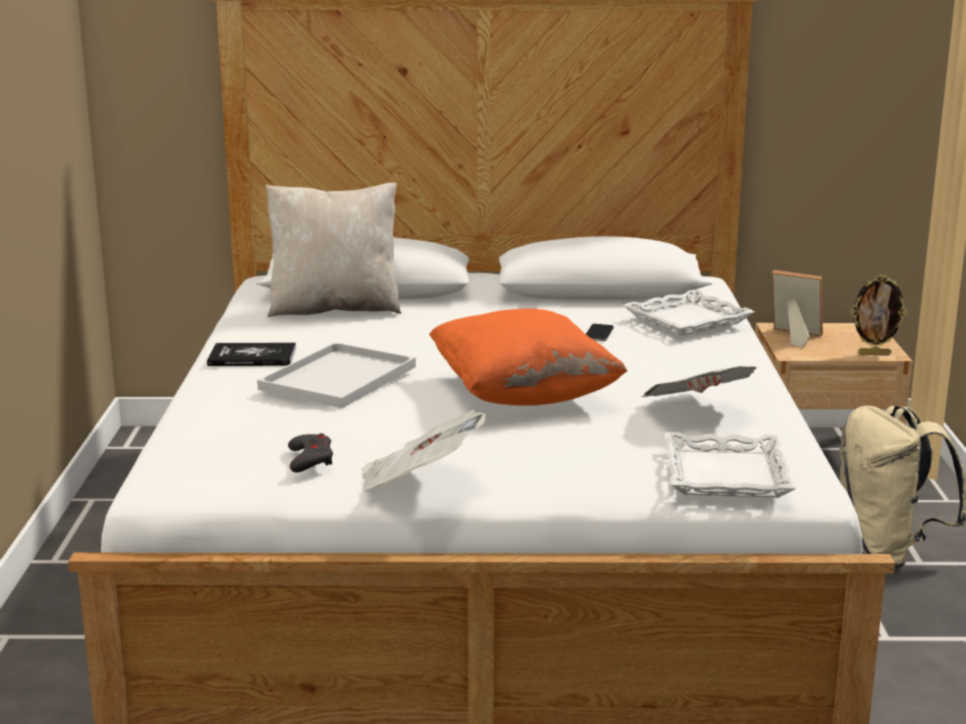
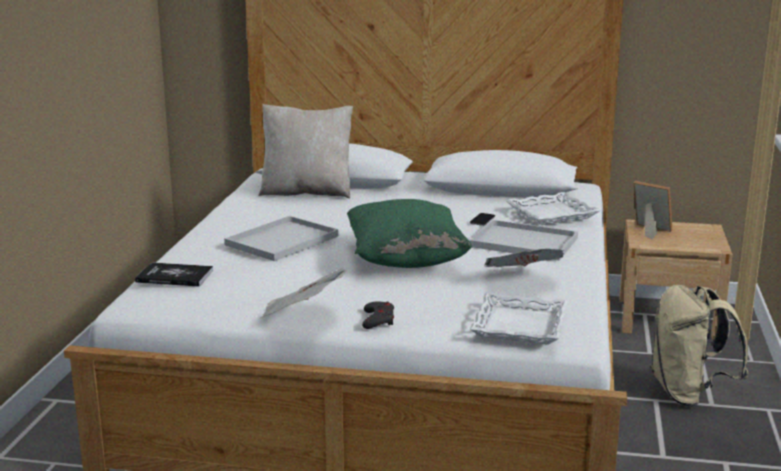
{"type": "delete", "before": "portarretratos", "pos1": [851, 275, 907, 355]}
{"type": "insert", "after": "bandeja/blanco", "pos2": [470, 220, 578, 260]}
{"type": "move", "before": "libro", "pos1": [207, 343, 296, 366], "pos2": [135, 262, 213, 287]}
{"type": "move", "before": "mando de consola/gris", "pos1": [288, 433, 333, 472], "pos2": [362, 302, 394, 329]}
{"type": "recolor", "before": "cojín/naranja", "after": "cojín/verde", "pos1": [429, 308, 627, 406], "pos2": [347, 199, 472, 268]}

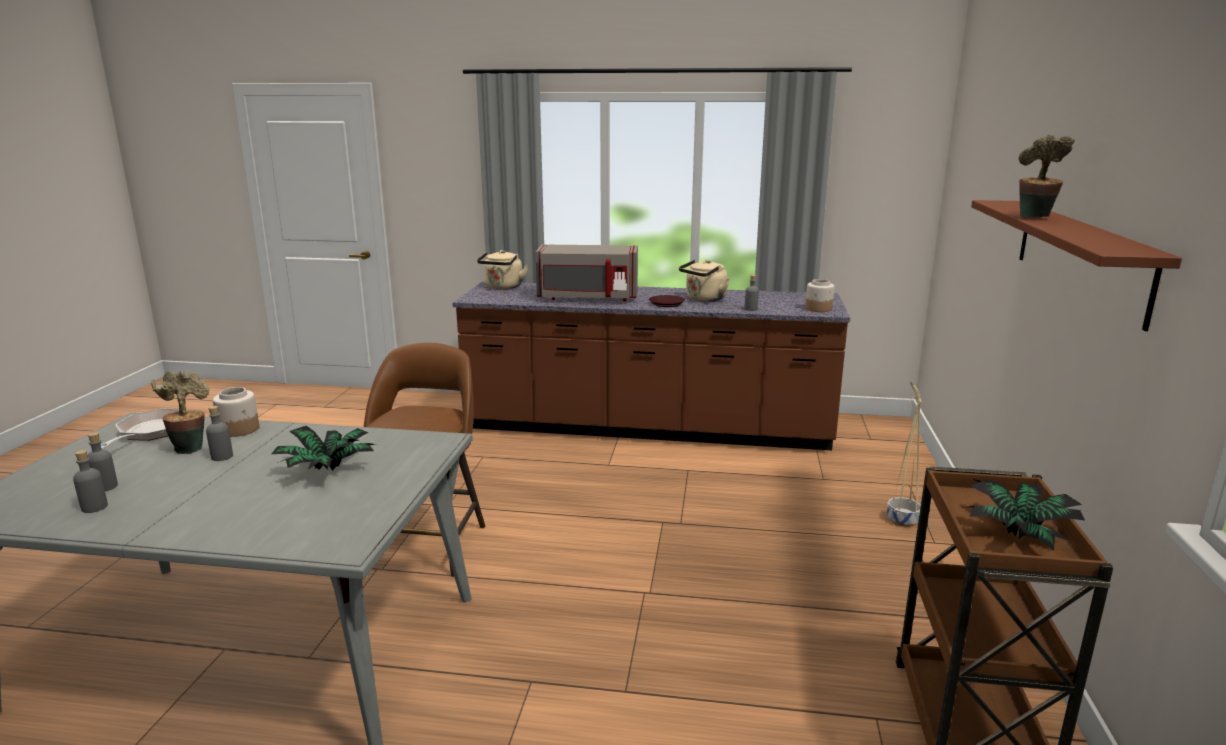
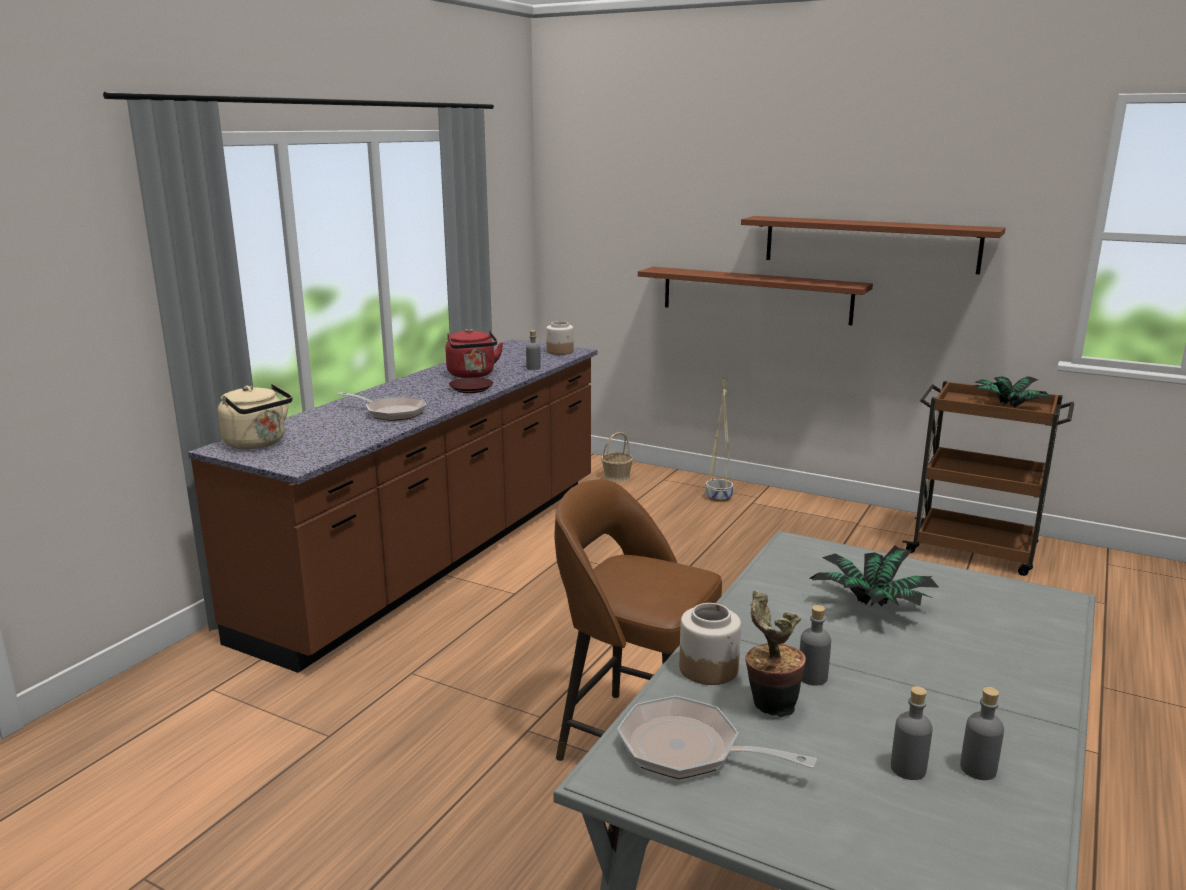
{"type": "delete", "before": "planta en maceta", "pos1": [1018, 134, 1075, 217]}
{"type": "insert", "after": "cesta", "pos2": [601, 432, 634, 482]}
{"type": "insert", "after": "estante/marrón", "pos2": [638, 267, 873, 326]}
{"type": "replace", "before": "microondas/gris", "after": "sartén", "pos1": [535, 245, 638, 301], "pos2": [337, 392, 427, 421]}
{"type": "recolor", "before": "hervidor/beis", "after": "hervidor/rojo", "pos1": [679, 260, 729, 302], "pos2": [445, 328, 503, 378]}

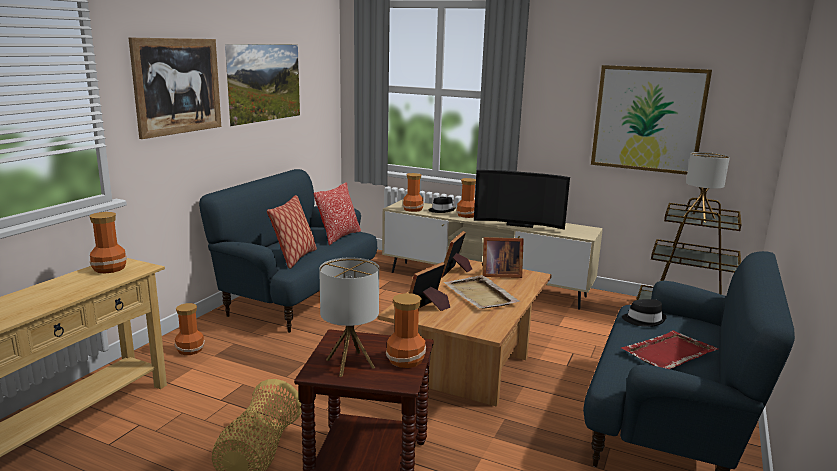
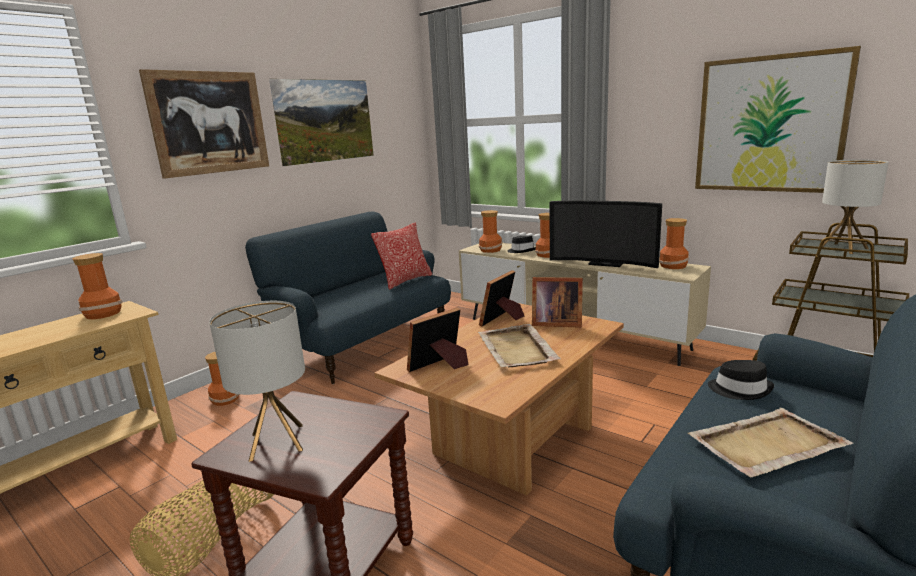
{"type": "delete", "before": "cojín", "pos1": [267, 195, 317, 269]}
{"type": "move", "before": "florero", "pos1": [386, 293, 426, 368], "pos2": [659, 218, 689, 269]}
{"type": "recolor", "before": "bandeja/rojo", "after": "bandeja/beis", "pos1": [621, 330, 718, 369], "pos2": [687, 408, 853, 478]}

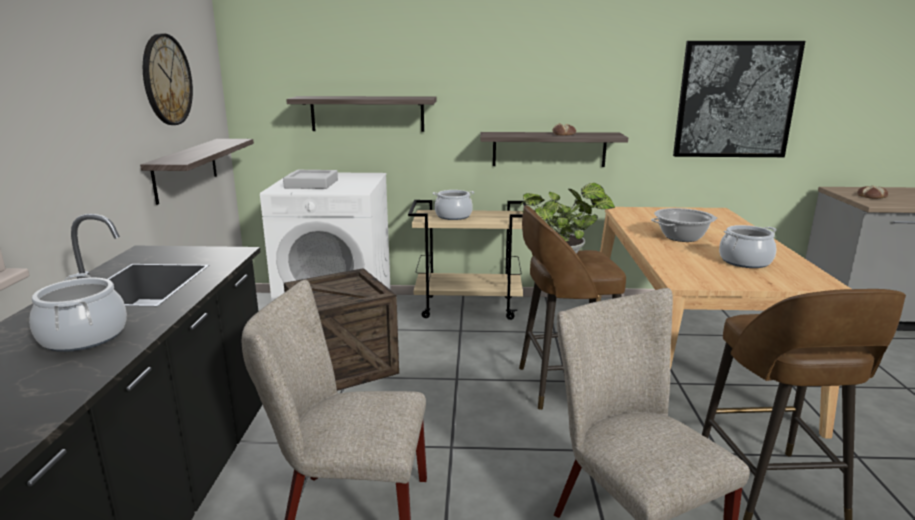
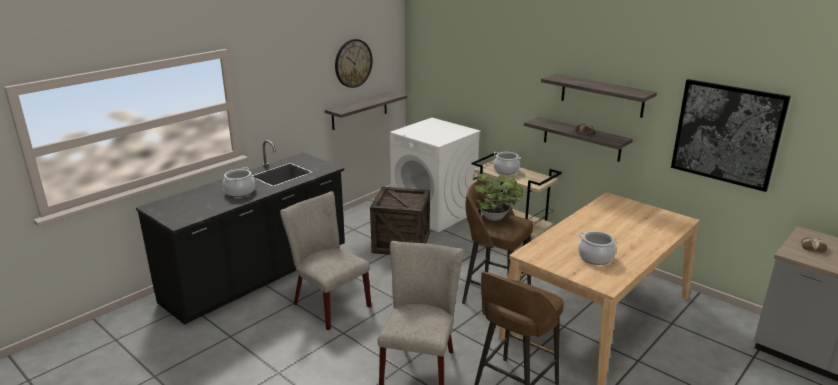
{"type": "delete", "before": "bandeja/gris", "pos1": [283, 170, 338, 189]}
{"type": "delete", "before": "olla", "pos1": [651, 208, 717, 242]}
{"type": "move", "before": "estante", "pos1": [286, 96, 437, 132], "pos2": [541, 74, 657, 118]}

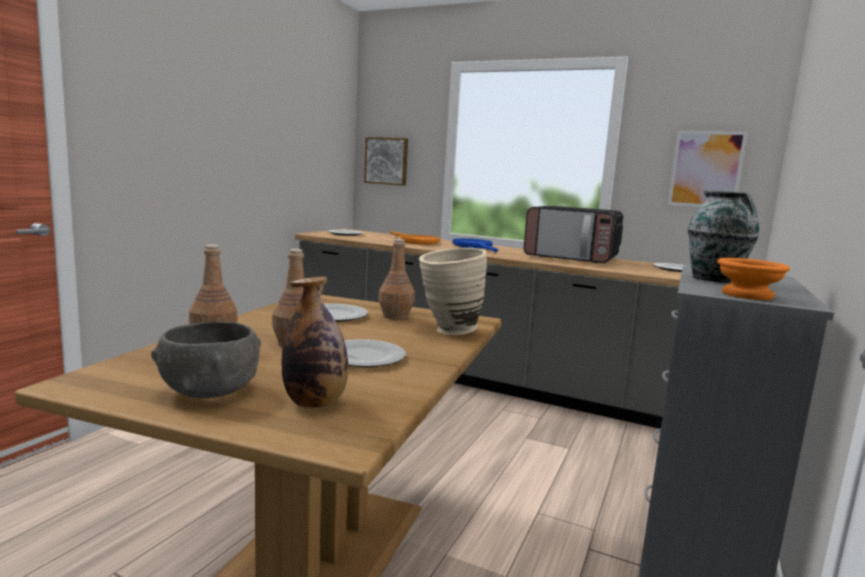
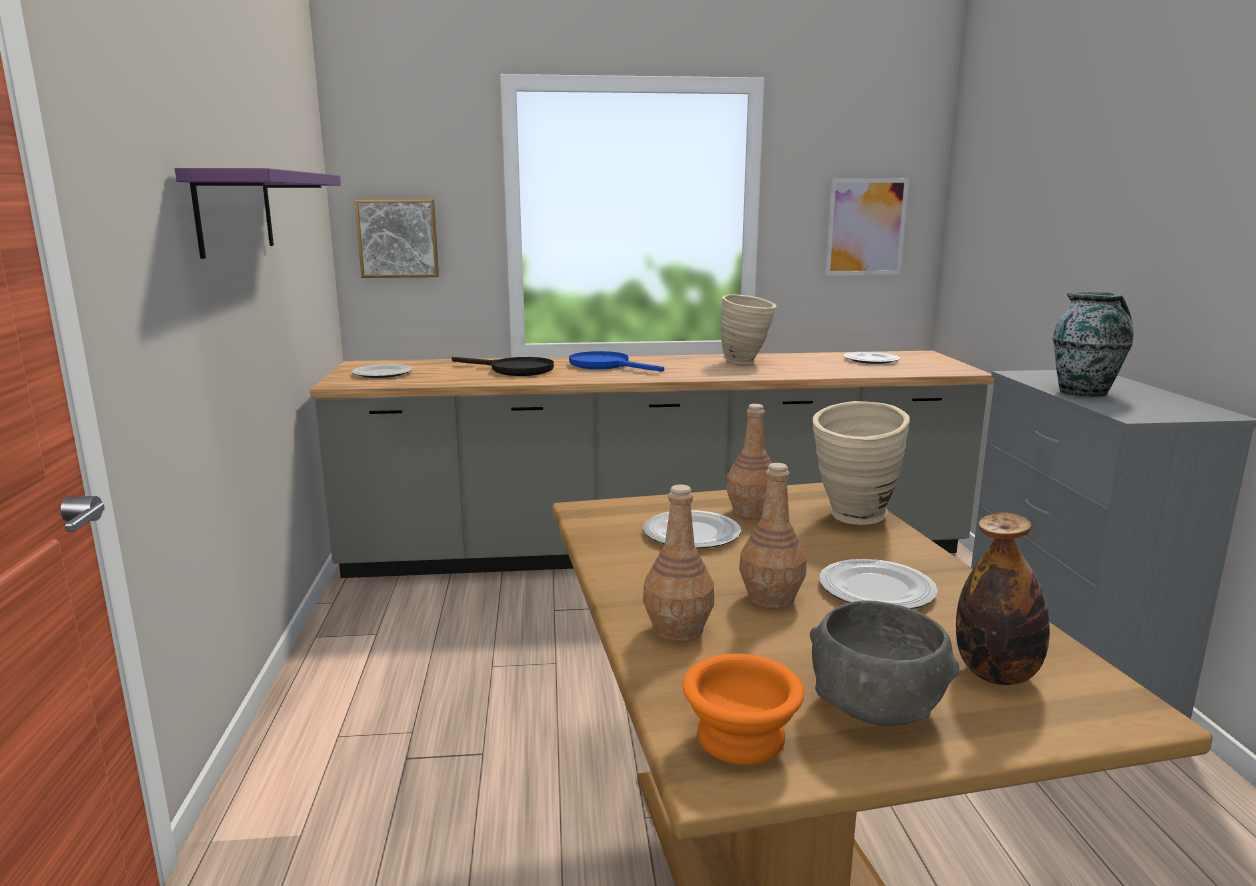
{"type": "insert", "after": "estante/morado", "pos2": [175, 168, 341, 259]}
{"type": "move", "before": "cuenco/naranja", "pos1": [717, 258, 790, 300], "pos2": [683, 654, 804, 765]}
{"type": "replace", "before": "microondas", "after": "florero/beis", "pos1": [524, 206, 623, 263], "pos2": [721, 294, 777, 365]}
{"type": "recolor", "before": "sartén/naranja", "after": "sartén/negro", "pos1": [391, 231, 440, 245], "pos2": [452, 357, 554, 376]}

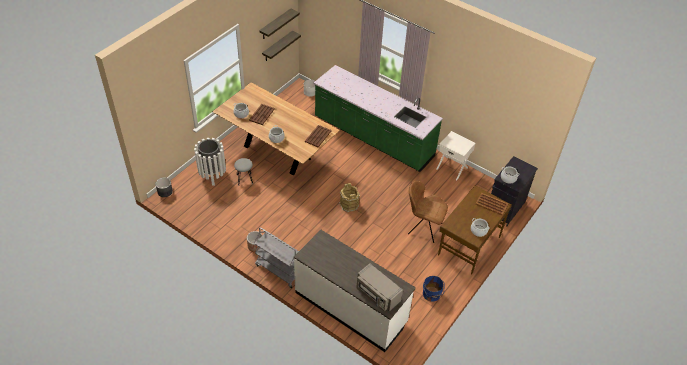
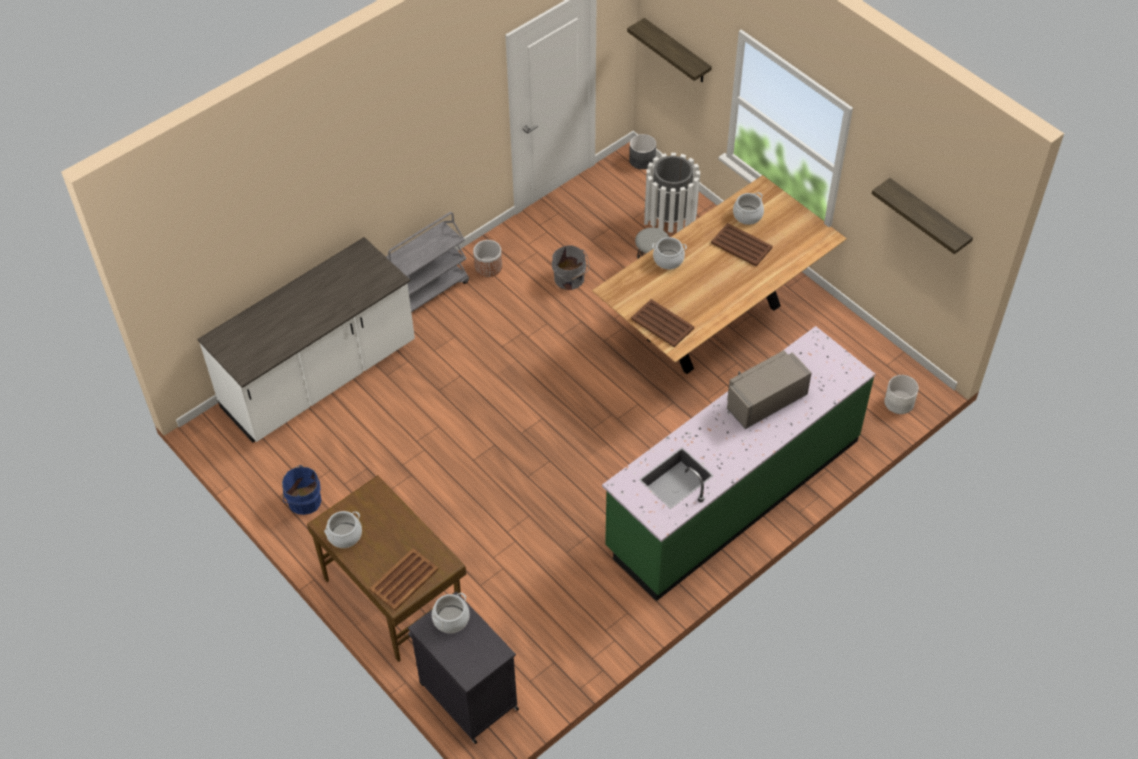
{"type": "delete", "before": "cubo/marrón", "pos1": [339, 183, 360, 212]}
{"type": "delete", "before": "silla/marrón", "pos1": [408, 181, 448, 243]}
{"type": "delete", "before": "mesita de noche/blanco", "pos1": [436, 131, 476, 180]}
{"type": "insert", "after": "cubo/gris", "pos2": [552, 245, 589, 290]}
{"type": "move", "before": "estante", "pos1": [262, 31, 301, 61], "pos2": [627, 18, 712, 82]}
{"type": "move", "before": "microondas/gris", "pos1": [356, 263, 403, 312], "pos2": [727, 350, 812, 429]}

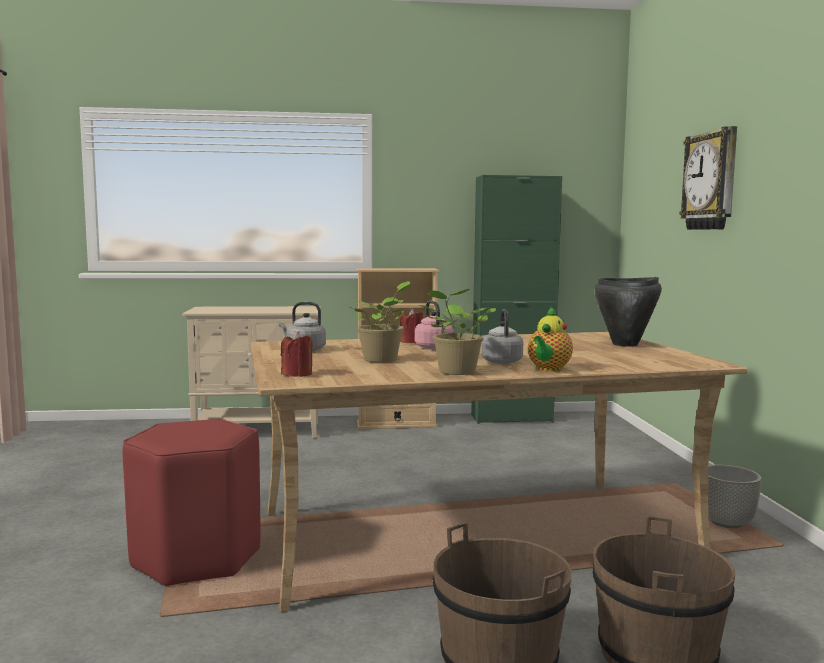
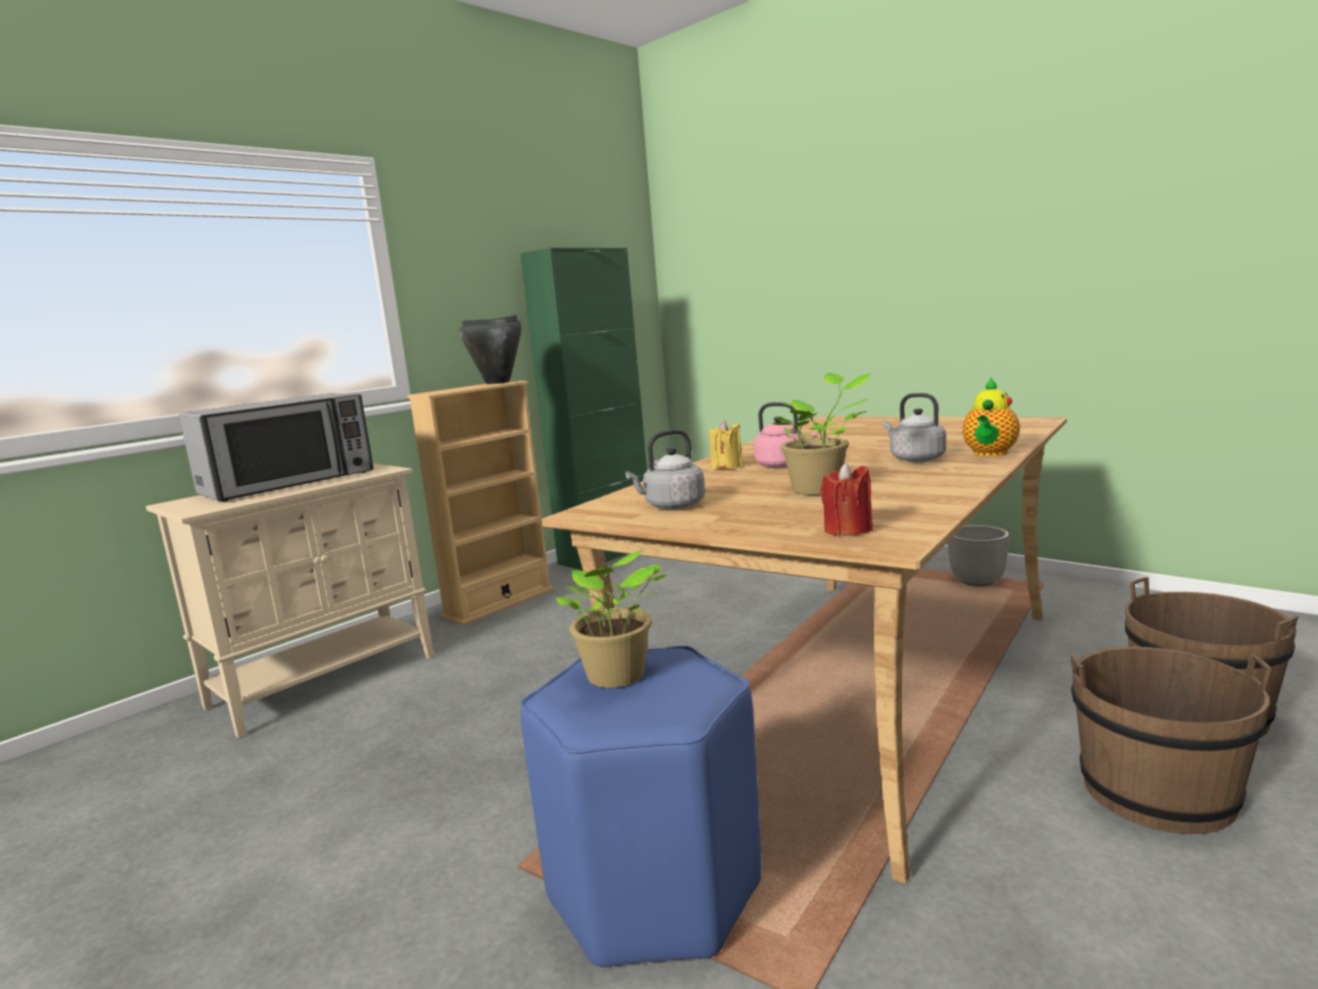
{"type": "delete", "before": "reloj de pared", "pos1": [679, 126, 737, 230]}
{"type": "insert", "after": "microondas", "pos2": [179, 393, 374, 502]}
{"type": "move", "before": "planta en maceta", "pos1": [420, 289, 496, 375], "pos2": [556, 550, 667, 688]}
{"type": "move", "before": "olla/negro", "pos1": [594, 277, 662, 347], "pos2": [459, 314, 521, 384]}
{"type": "recolor", "before": "taburete/rojo", "after": "taburete/azul", "pos1": [123, 419, 261, 586], "pos2": [520, 646, 761, 967]}
{"type": "recolor", "before": "vela/rojo", "after": "vela/amarillo", "pos1": [400, 309, 424, 344], "pos2": [709, 420, 743, 470]}
{"type": "rotate", "before": "tetera", "pos1": [528, 306, 573, 372], "pos2": [962, 377, 1020, 457], "turn": 45}

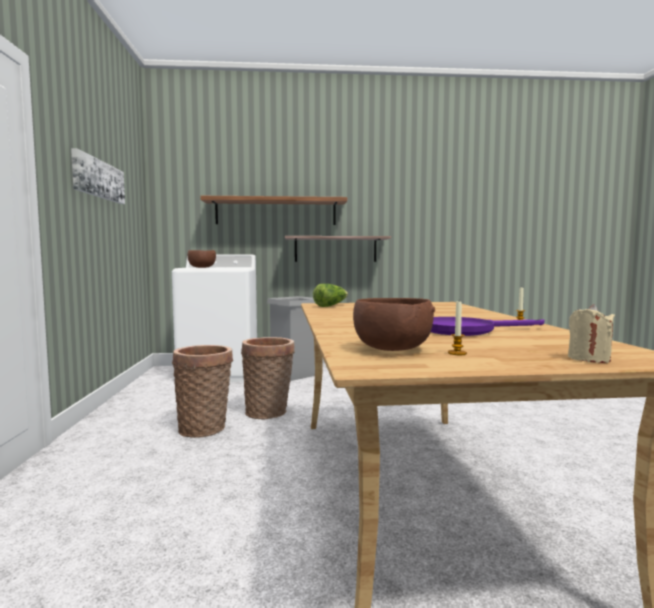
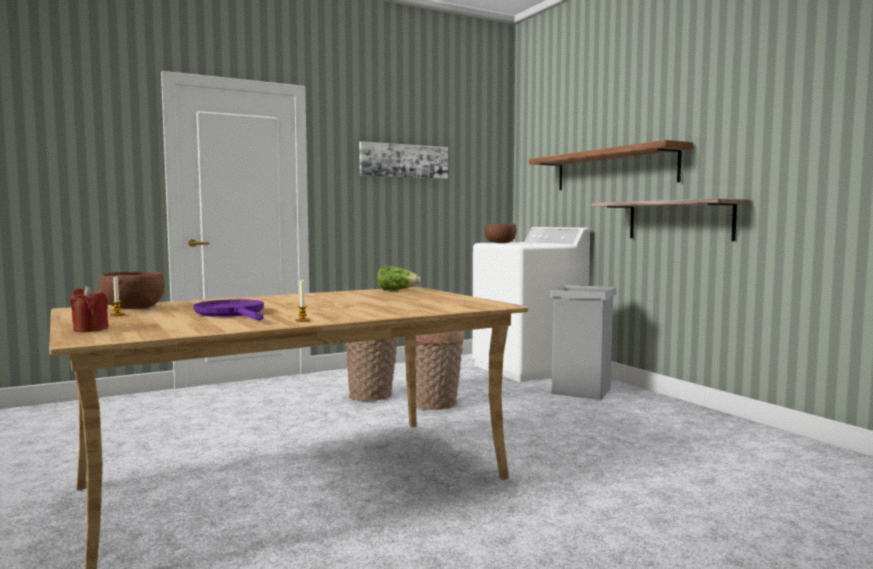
{"type": "recolor", "before": "vela/beis", "after": "vela/rojo", "pos1": [568, 304, 615, 363], "pos2": [70, 286, 109, 332]}

